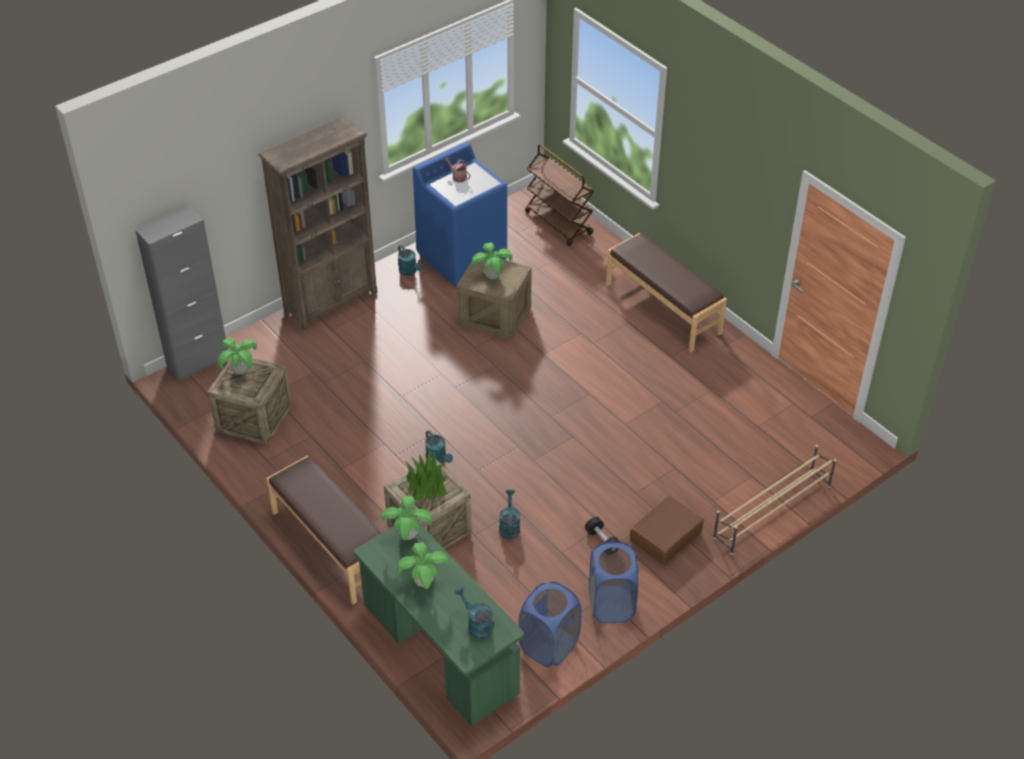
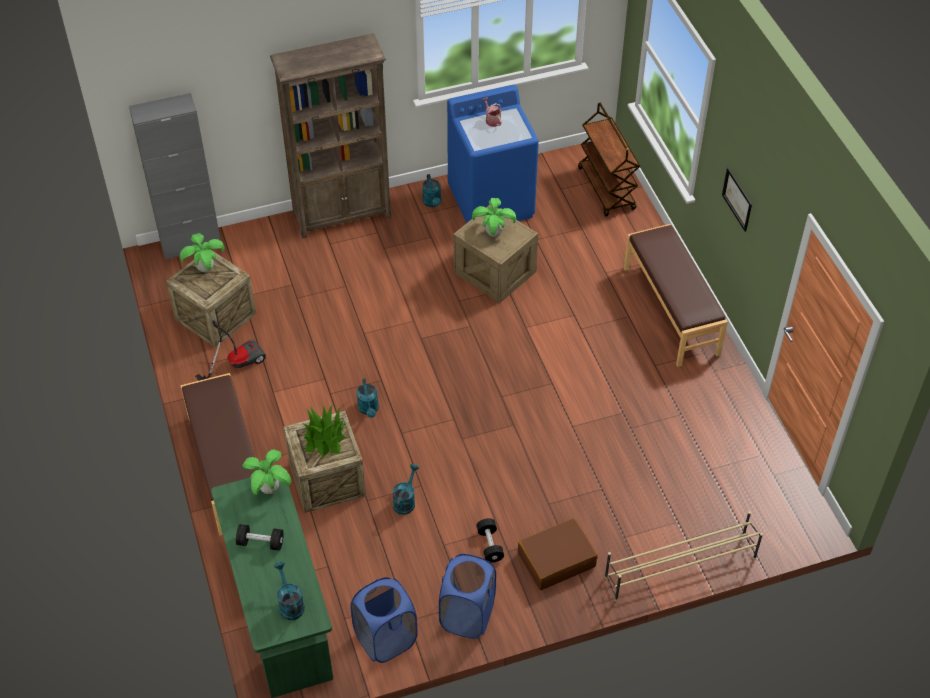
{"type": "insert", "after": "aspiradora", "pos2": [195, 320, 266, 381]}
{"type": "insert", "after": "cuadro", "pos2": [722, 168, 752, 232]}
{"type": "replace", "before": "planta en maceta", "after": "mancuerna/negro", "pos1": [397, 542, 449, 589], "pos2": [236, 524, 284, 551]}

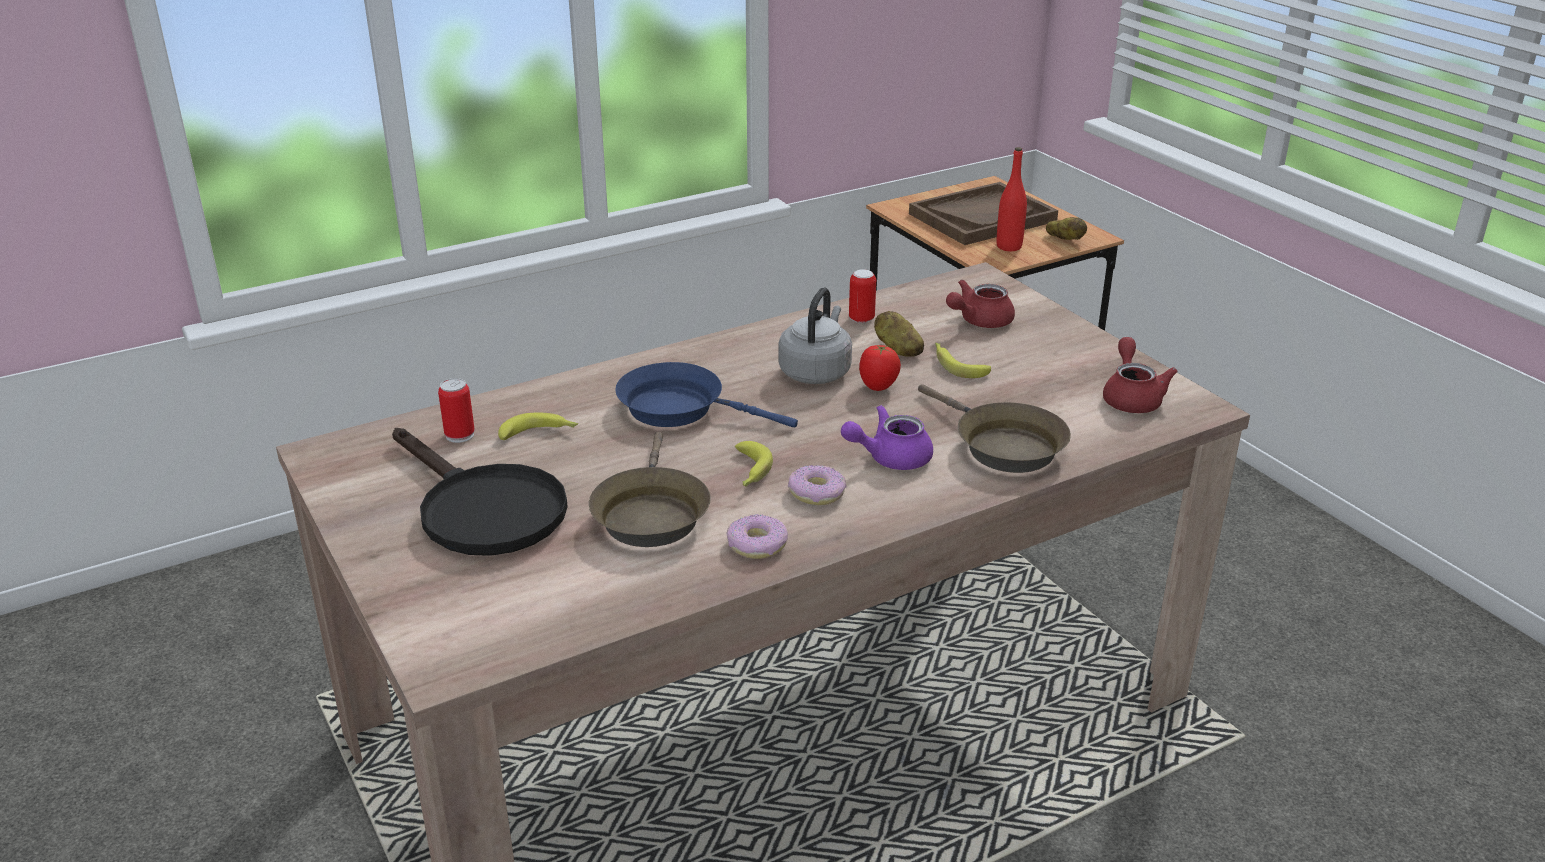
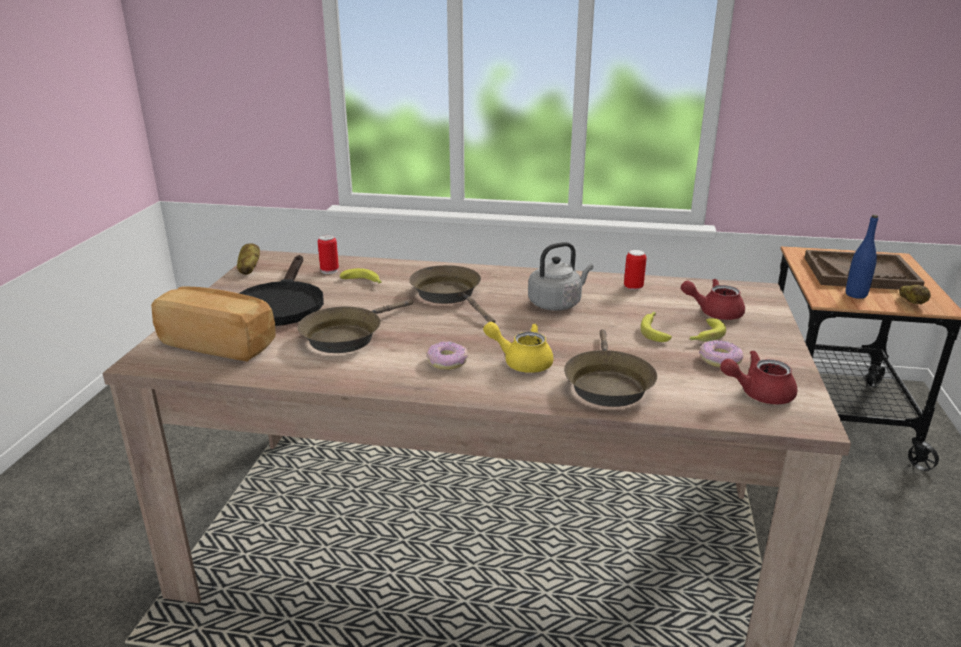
{"type": "delete", "before": "tomate", "pos1": [859, 345, 901, 391]}
{"type": "insert", "after": "pan", "pos2": [151, 287, 276, 362]}
{"type": "move", "before": "rosquilla", "pos1": [727, 514, 788, 559], "pos2": [699, 340, 744, 368]}
{"type": "move", "before": "plátano", "pos1": [735, 441, 773, 487], "pos2": [689, 318, 726, 341]}
{"type": "move", "before": "patata", "pos1": [874, 311, 924, 357], "pos2": [237, 243, 260, 275]}
{"type": "recolor", "before": "sartén/azul", "after": "sartén/marrón", "pos1": [615, 362, 798, 428], "pos2": [409, 265, 495, 323]}
{"type": "recolor", "before": "tetera/morado", "after": "tetera/amarillo", "pos1": [841, 405, 933, 470], "pos2": [483, 322, 553, 373]}
{"type": "recolor", "before": "botella/rojo", "after": "botella/azul", "pos1": [997, 147, 1027, 251], "pos2": [846, 215, 878, 299]}
{"type": "rotate", "before": "tetera/rojo", "pos1": [1103, 337, 1178, 413], "pos2": [720, 350, 797, 404], "turn": -135}

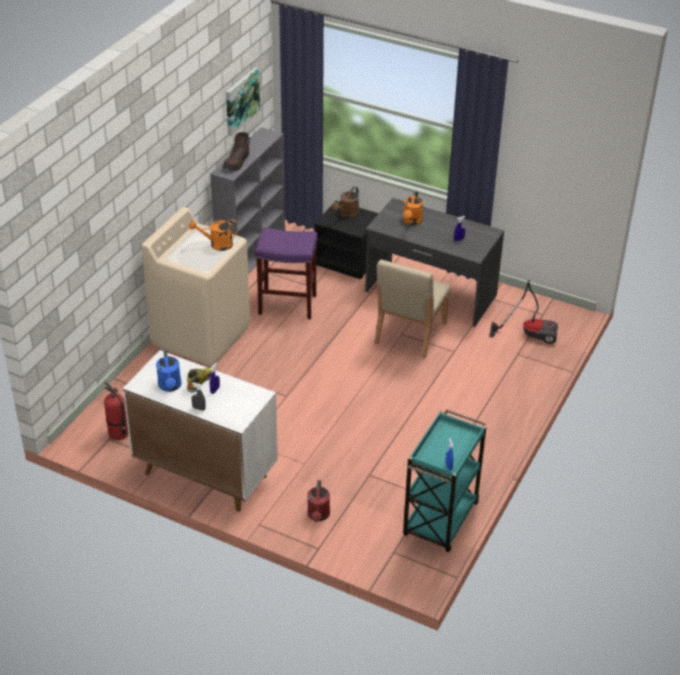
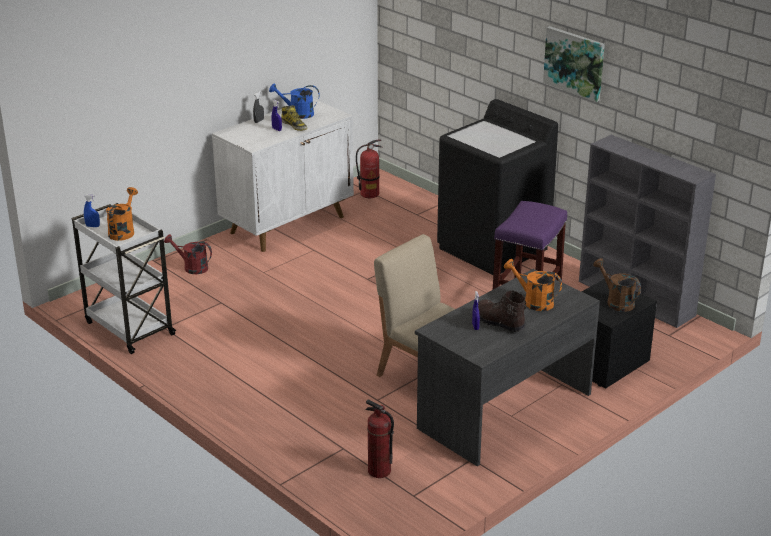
{"type": "move", "before": "regadera/naranja", "pos1": [189, 219, 238, 251], "pos2": [106, 187, 138, 241]}
{"type": "move", "before": "bota/marrón", "pos1": [223, 132, 251, 171], "pos2": [478, 290, 526, 332]}
{"type": "move", "before": "cuadro", "pos1": [226, 67, 260, 136], "pos2": [543, 26, 605, 102]}
{"type": "replace", "before": "aspiradora", "after": "extintor", "pos1": [489, 280, 558, 344], "pos2": [366, 400, 394, 478]}
{"type": "recolor", "before": "lavadora/beis", "after": "lavadora/negro", "pos1": [141, 207, 250, 366], "pos2": [437, 99, 558, 275]}
{"type": "recolor", "before": "carrito/turquesa", "after": "carrito/blanco", "pos1": [403, 409, 486, 552], "pos2": [71, 203, 177, 354]}

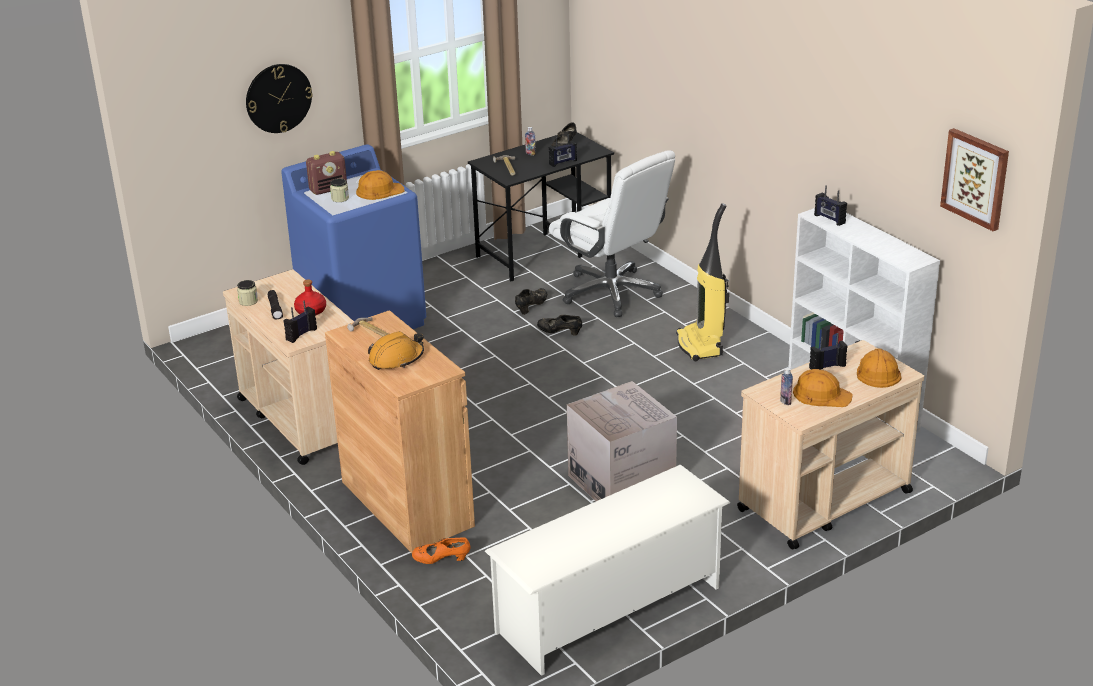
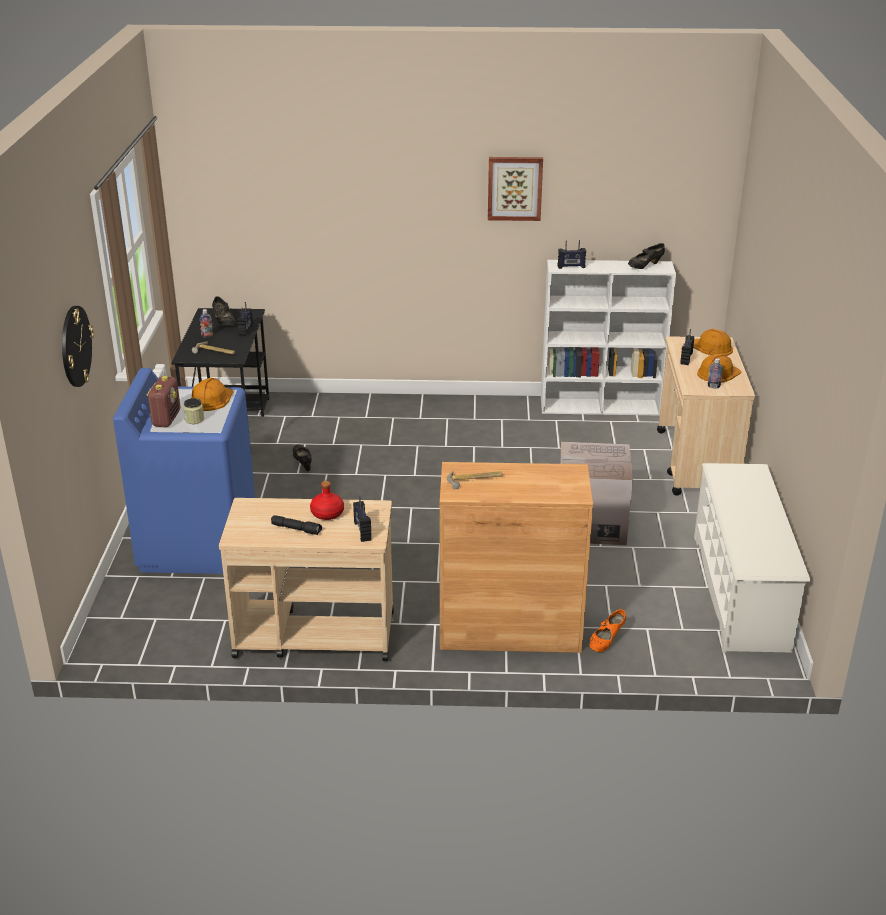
{"type": "delete", "before": "tarro", "pos1": [237, 280, 258, 306]}
{"type": "delete", "before": "casco/naranja", "pos1": [368, 331, 424, 370]}
{"type": "delete", "before": "silla de oficina/blanco", "pos1": [549, 150, 675, 317]}
{"type": "delete", "before": "aspiradora", "pos1": [676, 203, 729, 361]}
{"type": "move", "before": "zapato/negro", "pos1": [537, 315, 582, 336], "pos2": [628, 243, 665, 269]}
{"type": "move", "before": "cuadro", "pos1": [940, 128, 1009, 231], "pos2": [488, 157, 543, 221]}

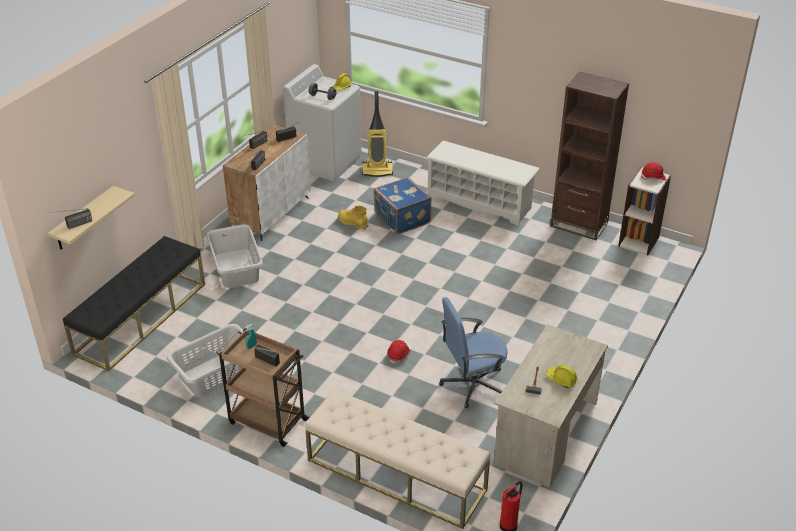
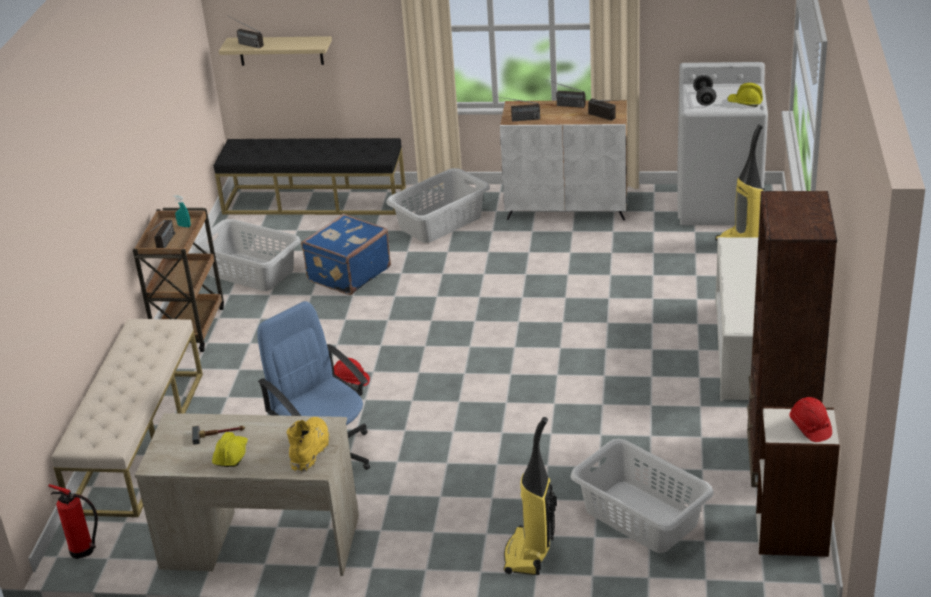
{"type": "insert", "after": "aspiradora", "pos2": [504, 417, 557, 575]}
{"type": "insert", "after": "cesto de la ropa/blanco", "pos2": [571, 439, 714, 553]}
{"type": "move", "before": "bota/amarillo", "pos1": [338, 206, 369, 230], "pos2": [287, 417, 329, 472]}
{"type": "move", "before": "maleta/azul", "pos1": [374, 177, 432, 234], "pos2": [301, 214, 391, 295]}

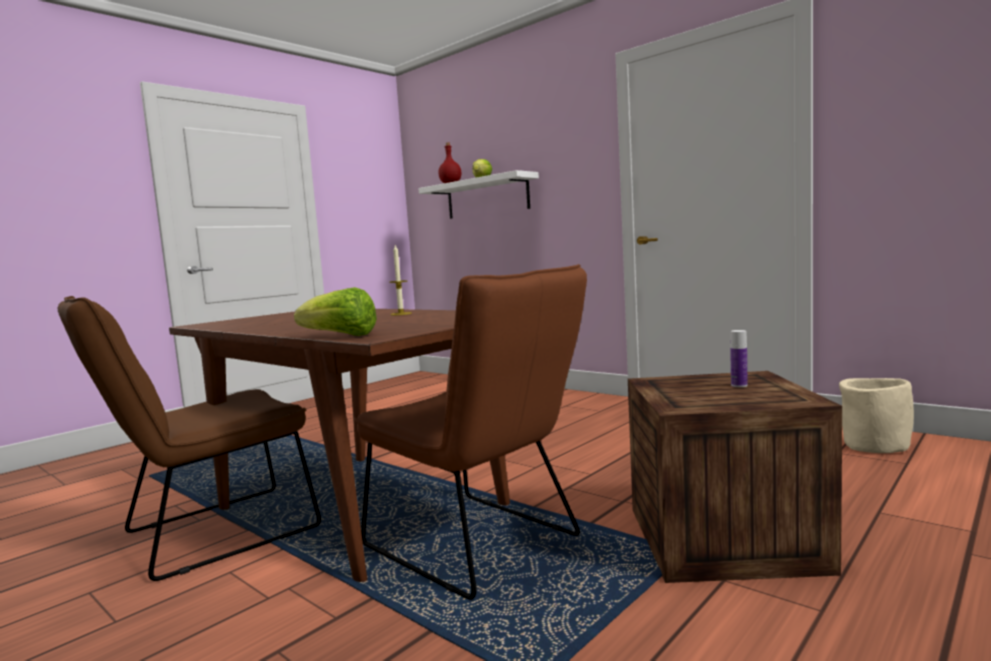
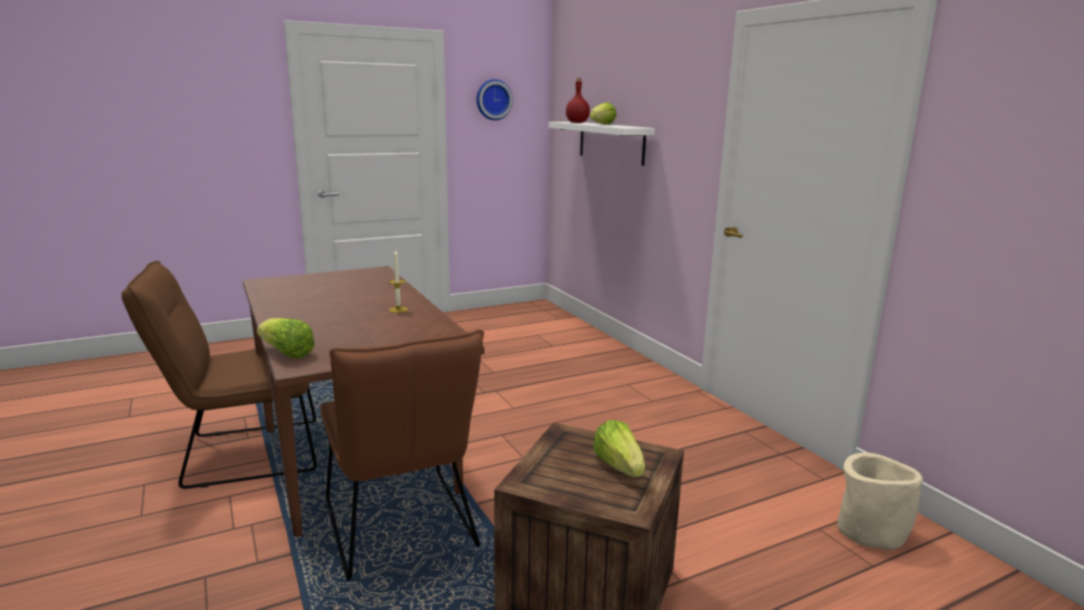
{"type": "insert", "after": "reloj de pared", "pos2": [476, 79, 513, 120]}
{"type": "replace", "before": "botella", "after": "lechuga", "pos1": [730, 330, 748, 387], "pos2": [593, 420, 645, 477]}

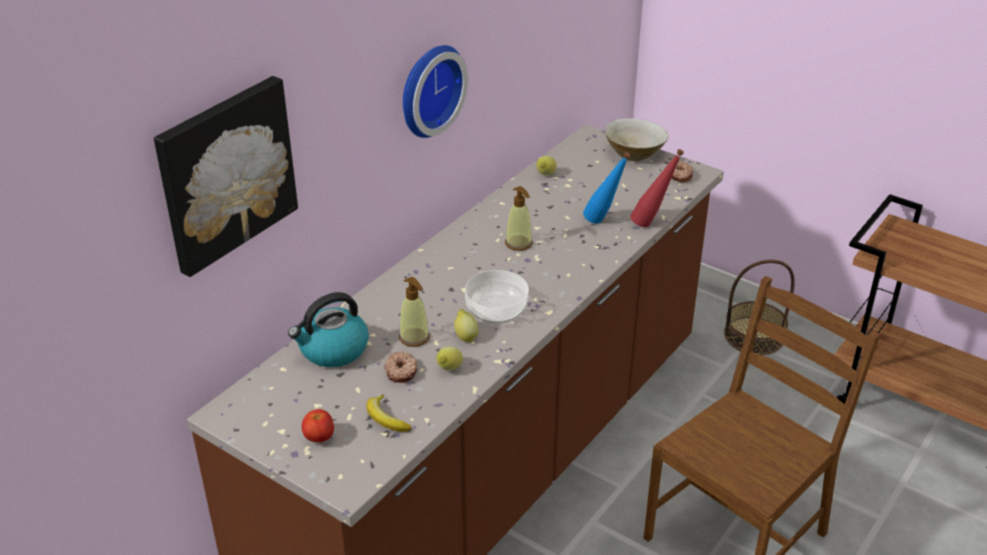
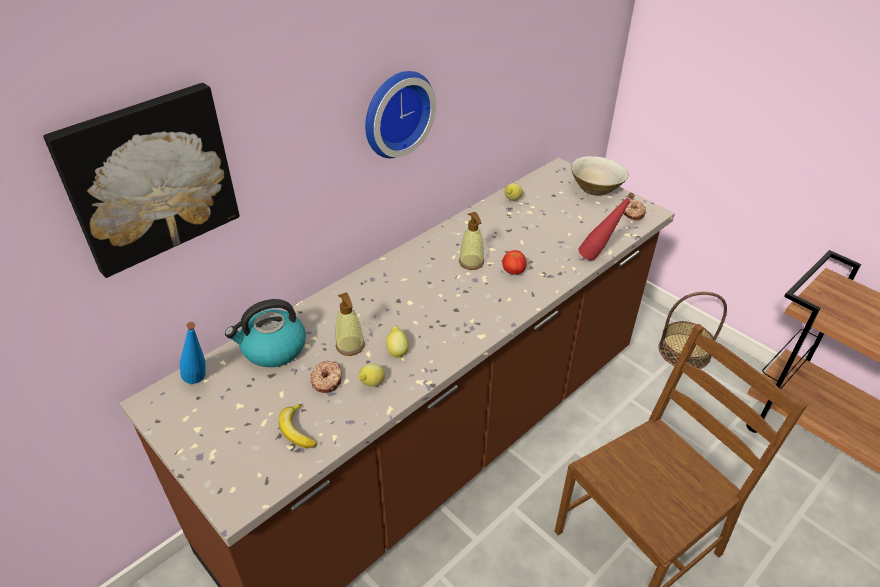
{"type": "delete", "before": "cuenco", "pos1": [465, 270, 529, 324]}
{"type": "move", "before": "tomate", "pos1": [302, 409, 334, 443], "pos2": [502, 250, 527, 275]}
{"type": "move", "before": "botella/azul", "pos1": [583, 152, 630, 224], "pos2": [180, 322, 206, 384]}

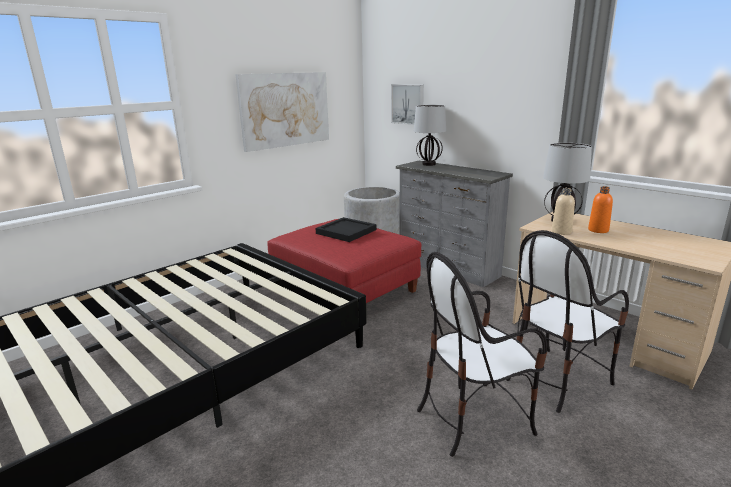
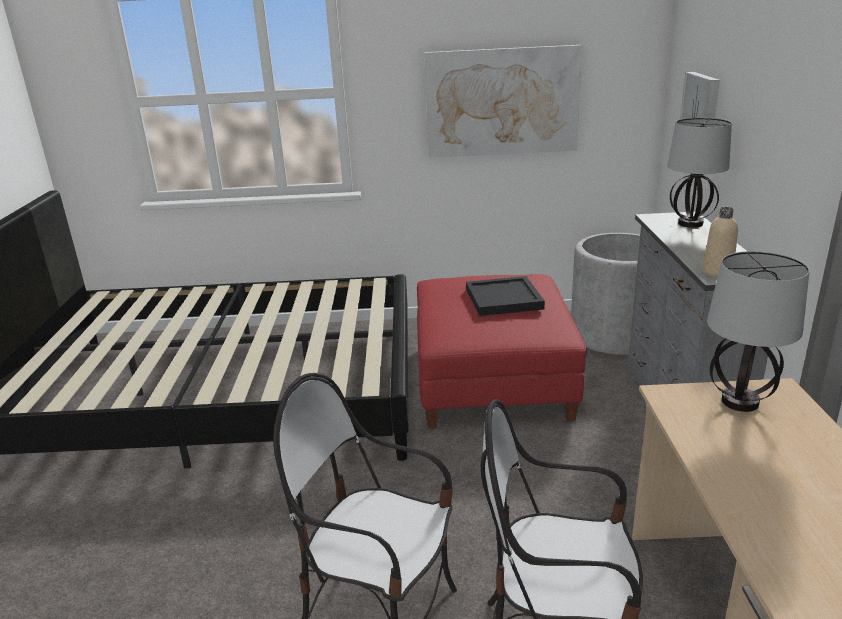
{"type": "delete", "before": "botella/naranja", "pos1": [588, 186, 613, 233]}
{"type": "move", "before": "botella/beis", "pos1": [552, 188, 575, 235], "pos2": [703, 207, 738, 277]}

